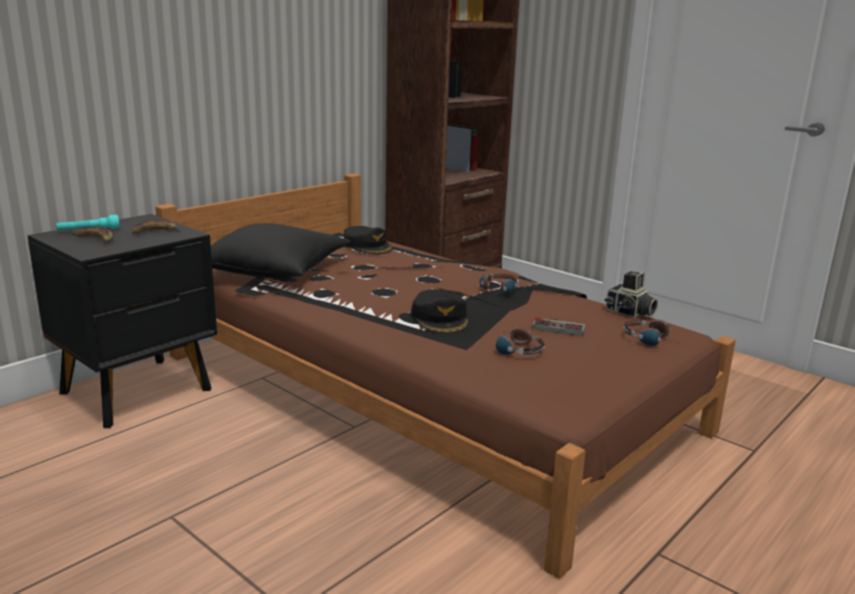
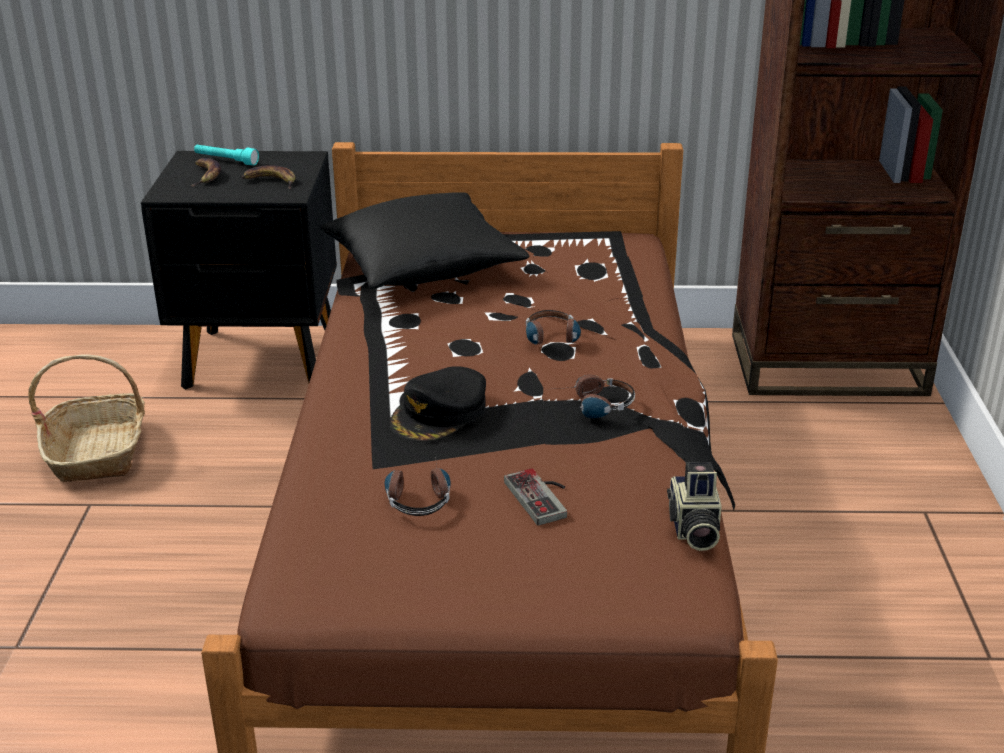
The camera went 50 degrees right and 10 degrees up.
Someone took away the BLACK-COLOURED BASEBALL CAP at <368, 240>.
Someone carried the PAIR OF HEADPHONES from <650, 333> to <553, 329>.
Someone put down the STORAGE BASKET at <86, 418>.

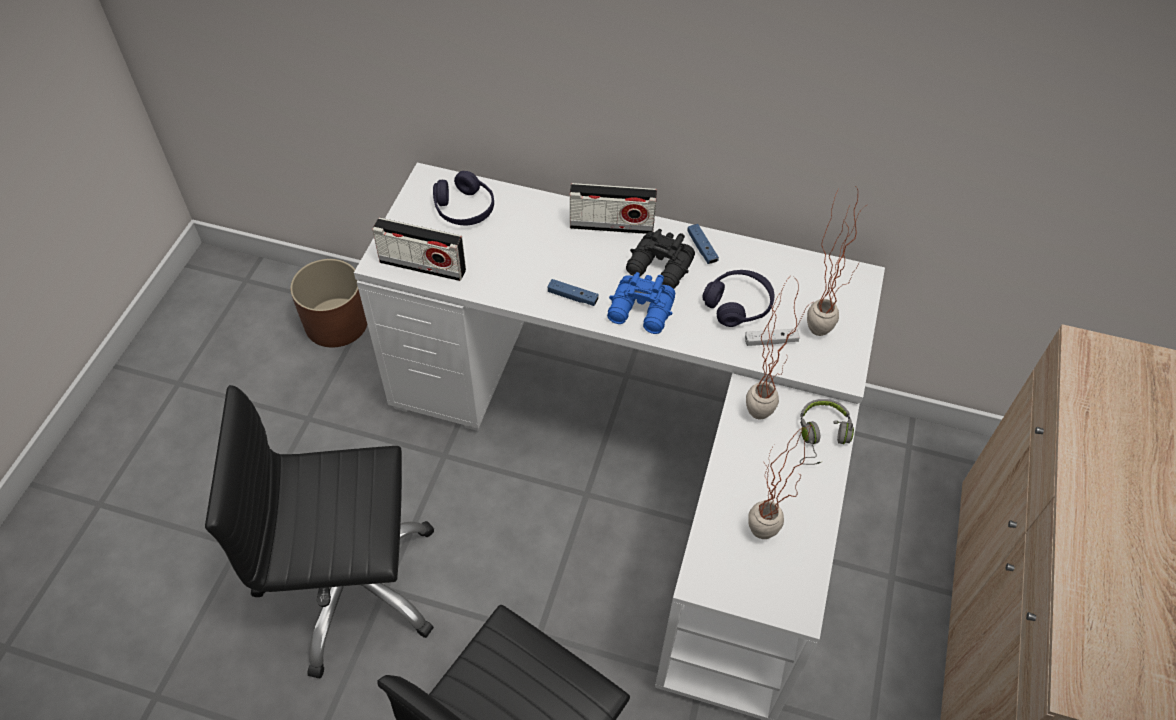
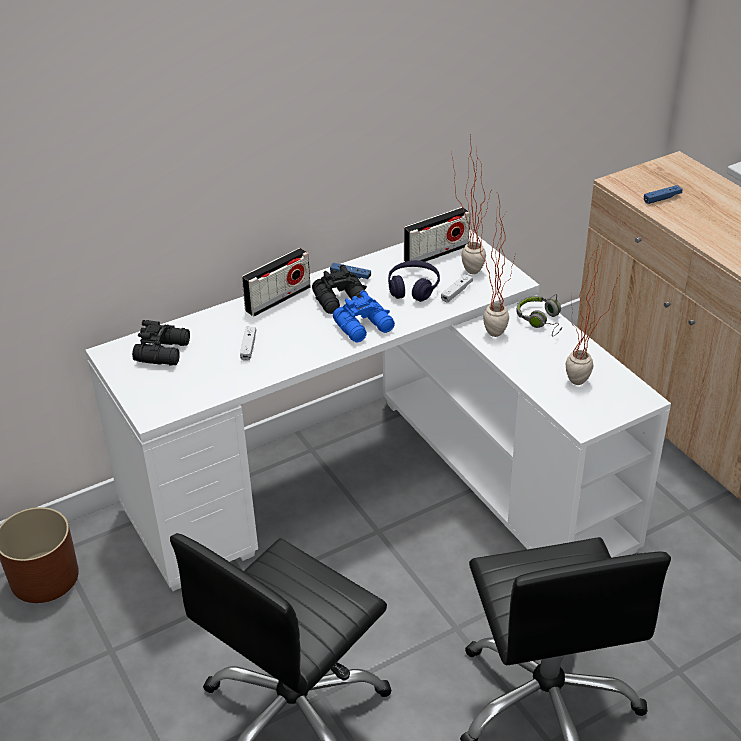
The camera went 45 degrees left and 15 degrees down.
Someone carried the RADIO RECEIVER from <419, 249> to <437, 234>.
Someone swapped the PURPLISH PAIR OF HEADPHONES at <463, 198> for the BLACK-COLOURED BINOCULARS at <161, 343>.
Someone carried the BLUE-COLOURED JOYPAD from <572, 292> to <663, 194>.
Someone put down the WHITE-COLOURED JOYPAD at <248, 344>.

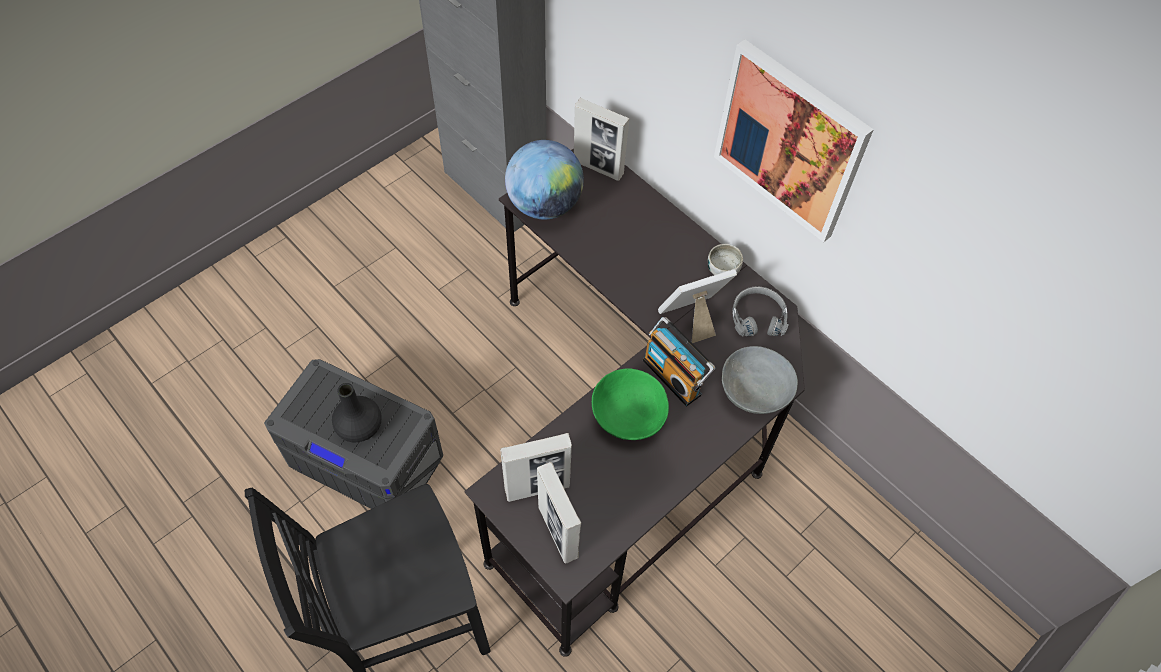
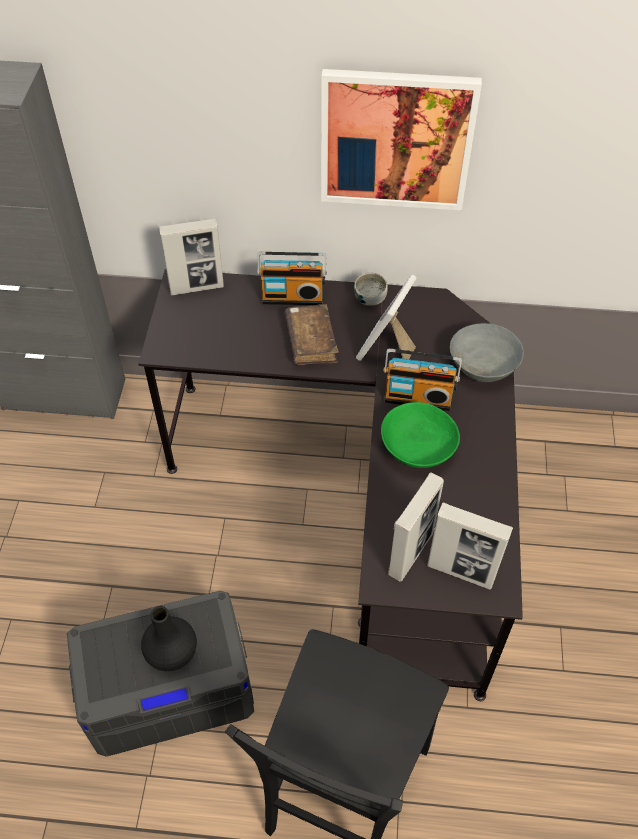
The camera went 40 degrees left and 5 degrees down.
Someone took away the GLOBE at <544, 179>.
Someone took away the GREYISH PAIR OF HEADPHONES at <760, 311>.
Someone put down the RADIO RECEIVER at <292, 278>.
Someone put down the BROWN-COLOURED VOLUME at <311, 334>.

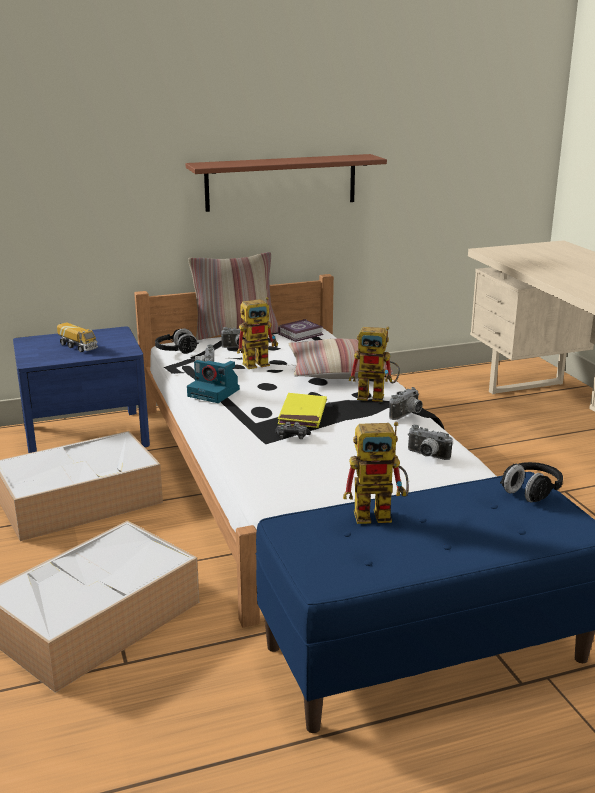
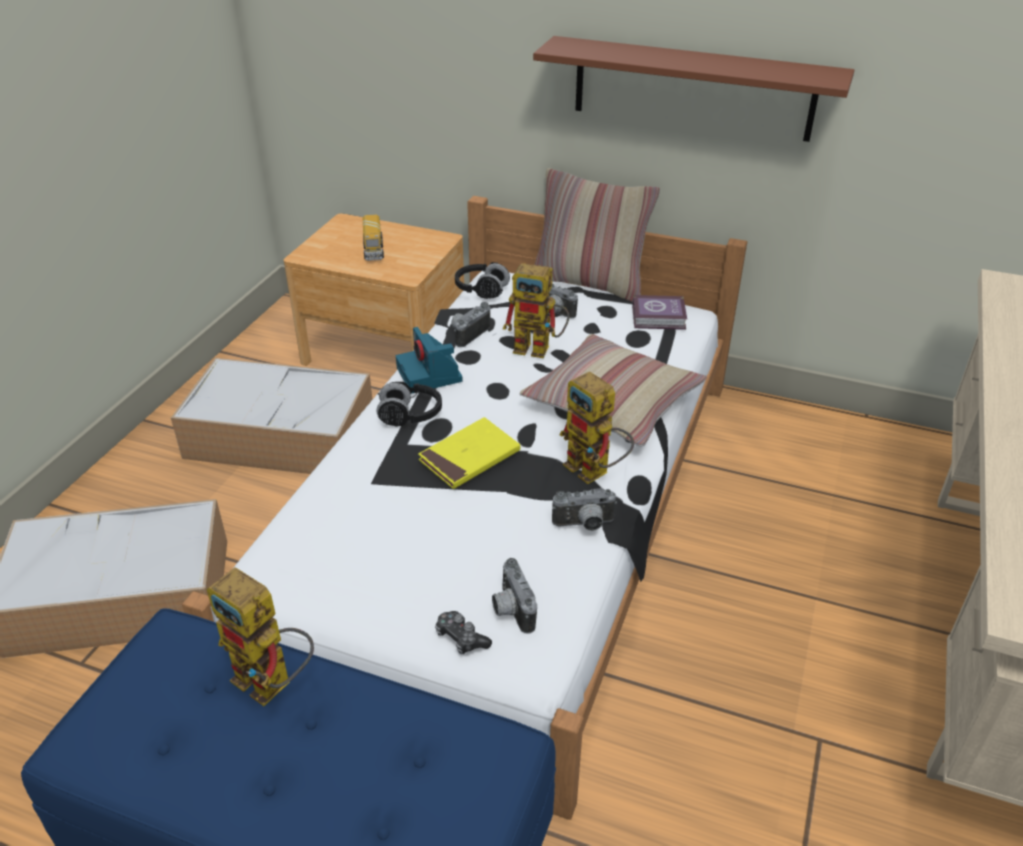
The camera went 40 degrees right and 15 degrees up.
Someone repainted the BLUE-COLOURED NIGHTSTAND at <81, 390>, which became the BROWN-COLOURED NIGHTSTAND at <374, 289>.
Someone carried the JOYPAD from <293, 430> to <463, 632>.
Someone carried the BLACK-COLOURED PAIR OF HEADPHONES from <531, 482> to <409, 404>.

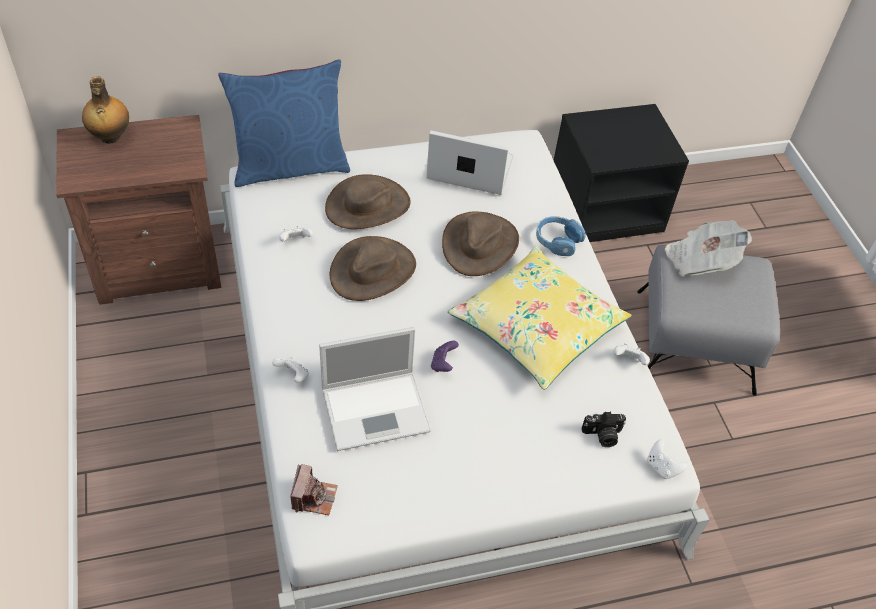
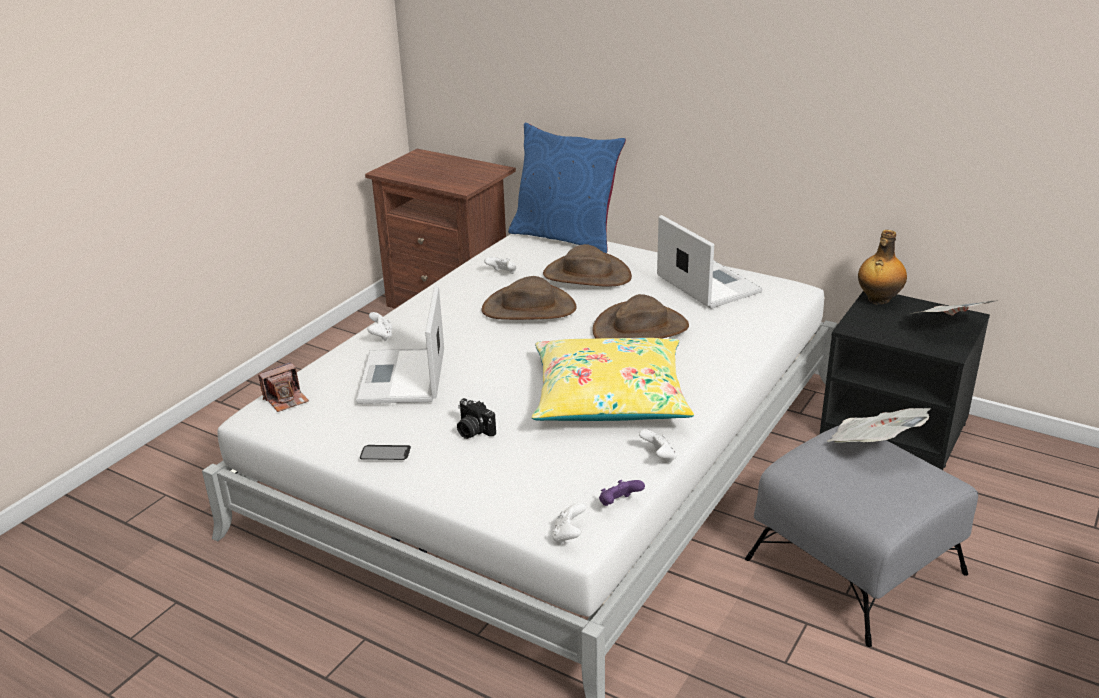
The camera went 50 degrees right and 20 degrees down.
Someone carried the DRINK BOTTLE from <105, 110> to <882, 267>.
Someone rotated the LAPTOP at <375, 389> by 60 degrees clockwise.
Someone carried the PURPLISH JOYPAD from <445, 356> to <622, 493>.
Someone took away the BLUE-COLOURED PAIR OF HEADPHONES at <561, 236>.
Someone carried the STILL CAMERA from <604, 429> to <476, 418>.
Someone put down the PHONE at <385, 452>.
Someone put down the NEWSPAPER at <952, 308>.

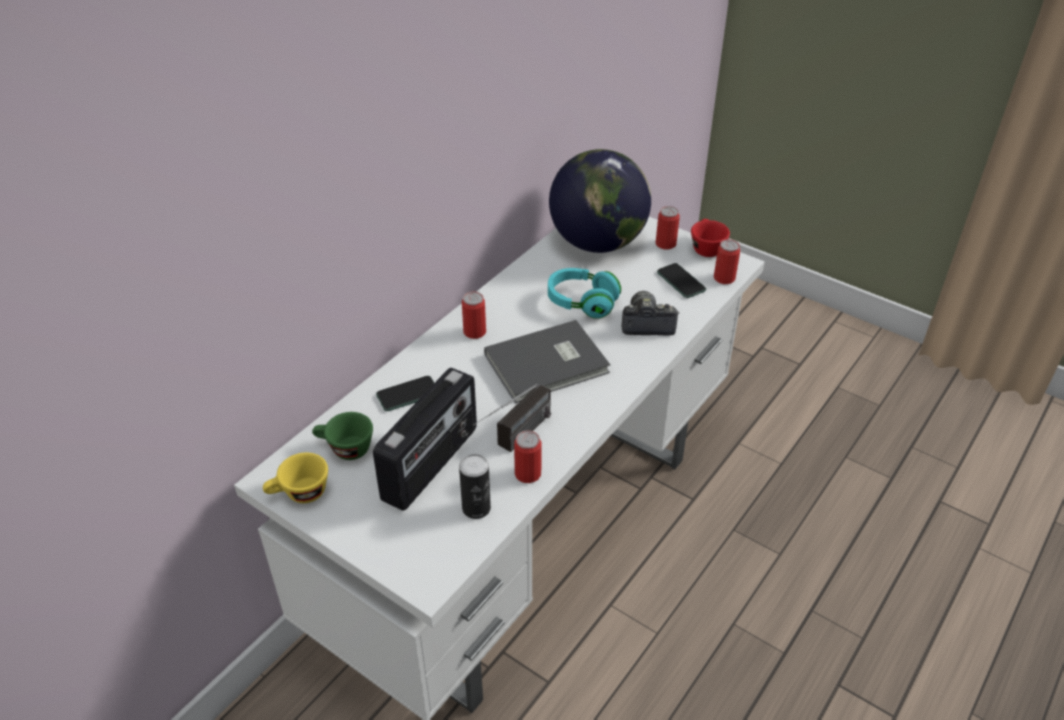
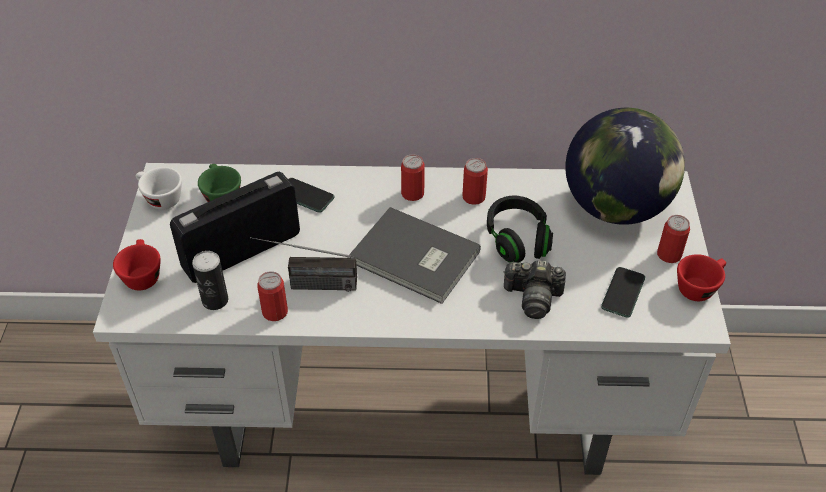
The camera went 55 degrees right and 5 degrees up.
Someone repainted the YELLOW-COLOURED SMALL CUP at <295, 478>, which became the WHITE-COLOURED SMALL CUP at <159, 188>.
Someone rotated the RADIO RECEIVER at <425, 439> by 150 degrees clockwise.
Someone repainted the BLUE-GREEN PAIR OF HEADPHONES at <584, 293>, which became the BLACK-COLOURED PAIR OF HEADPHONES at <520, 229>.
Someone rotated the STILL CAMERA at <651, 313> by 135 degrees clockwise.
Someone carried the METAL CAN from <727, 261> to <475, 181>.
Someone put down the RED SMALL CUP at <137, 265>.

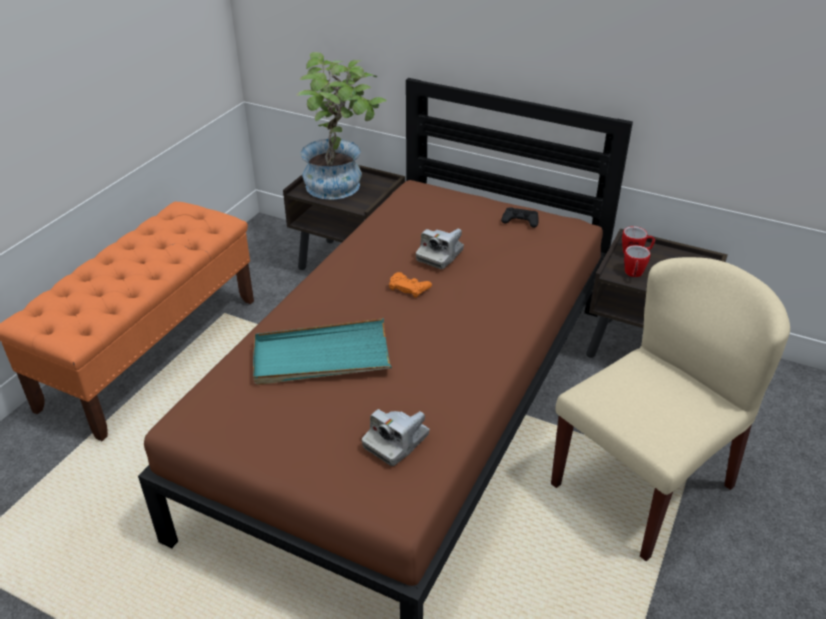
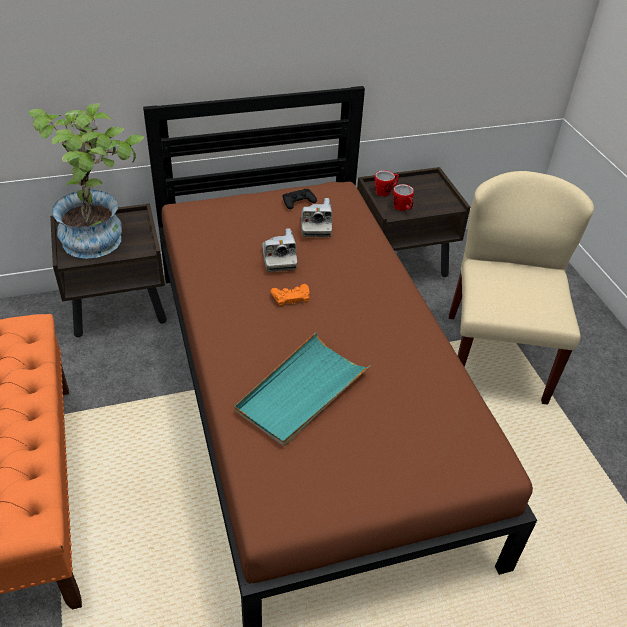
The camera went 45 degrees left and 5 degrees up.
Someone carried the STILL CAMERA from <395, 437> to <316, 217>.

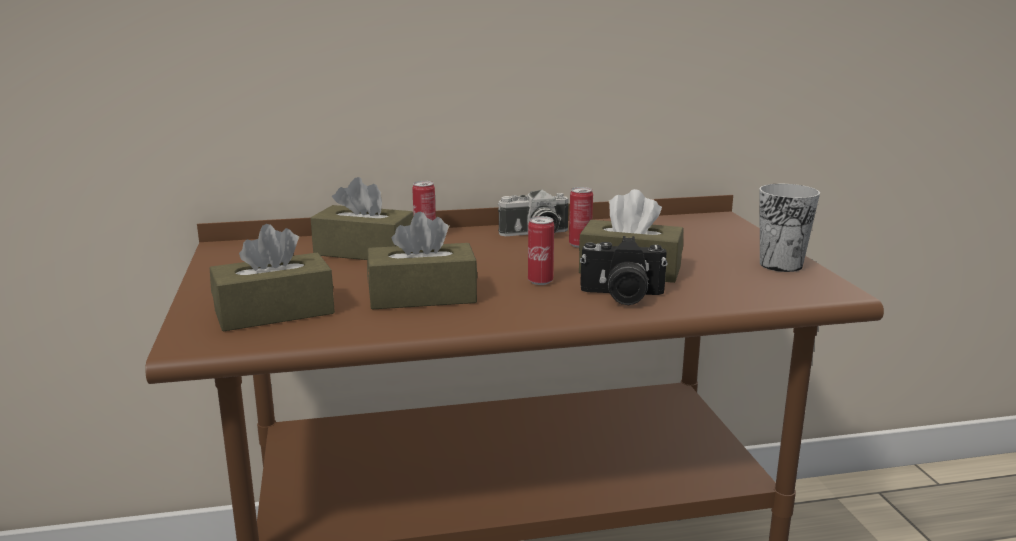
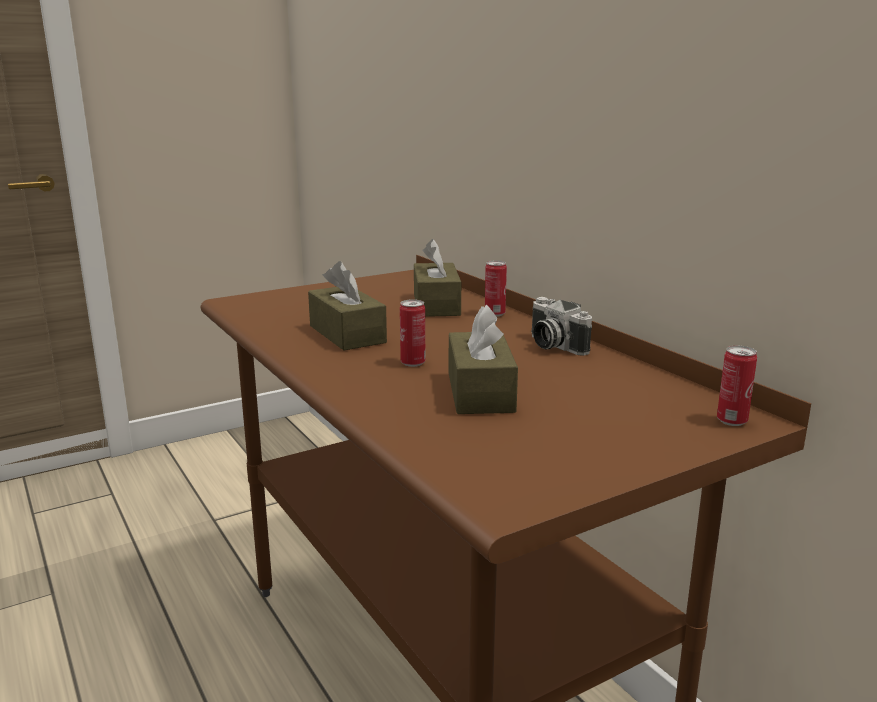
The camera went 70 degrees right and 0 degrees up.
Someone took away the BROWN-COLOURED TISSUE HOLDER at <272, 278>.
Someone carried the METAL CAN from <581, 217> to <737, 386>.
Someone took away the STILL CAMERA at <624, 270>.
Someone took away the SMALL CUP at <789, 228>.

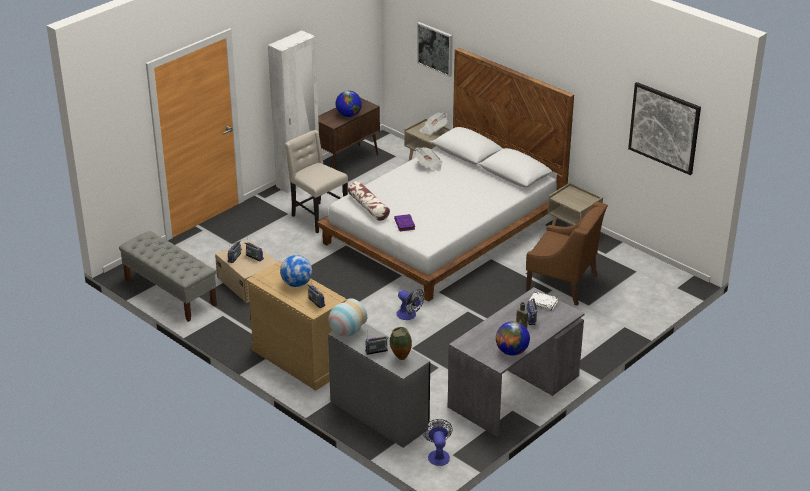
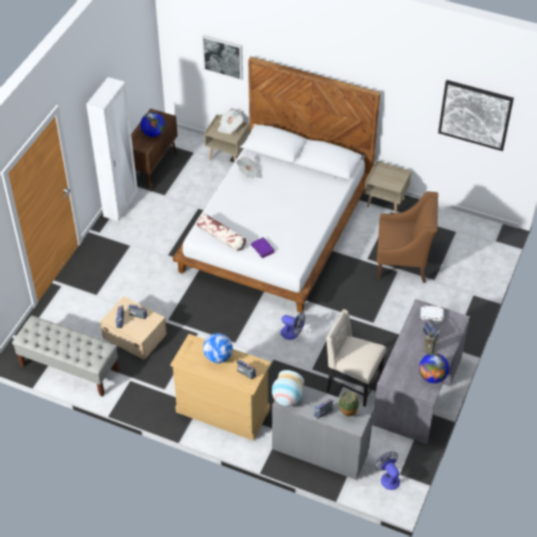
The camera went 20 degrees left and 15 degrees up.
Someone carried the BEIGE-COLOURED PLAIN CHAIR from <316, 181> to <356, 358>.

